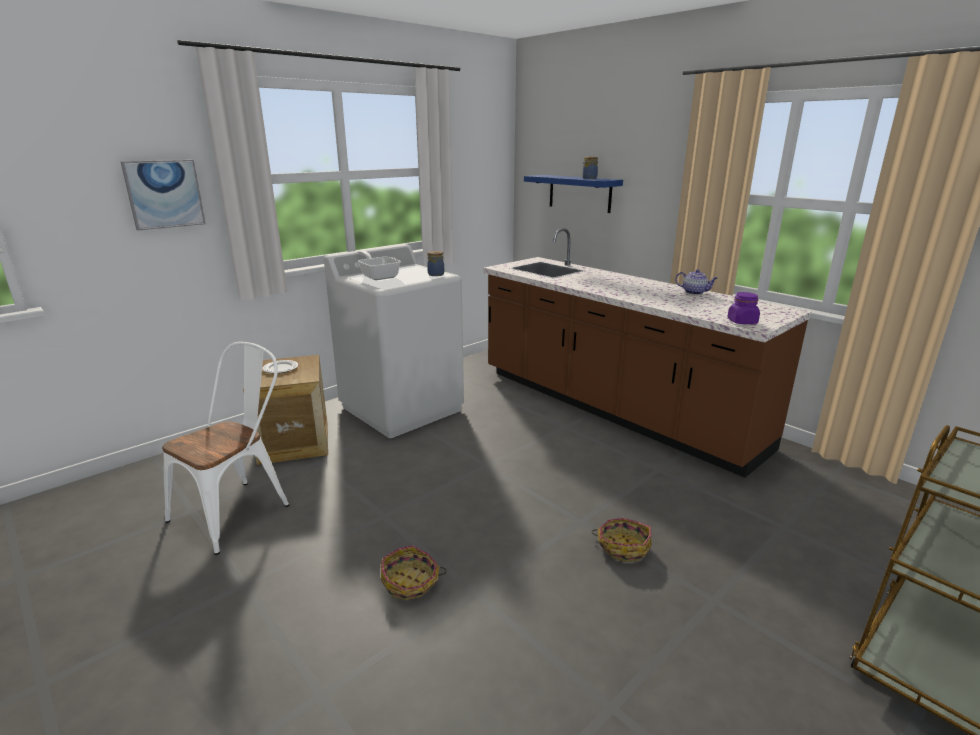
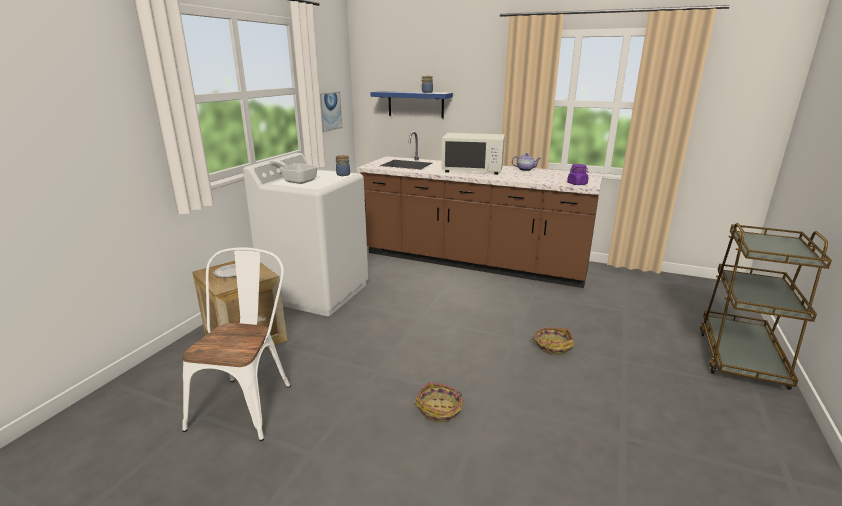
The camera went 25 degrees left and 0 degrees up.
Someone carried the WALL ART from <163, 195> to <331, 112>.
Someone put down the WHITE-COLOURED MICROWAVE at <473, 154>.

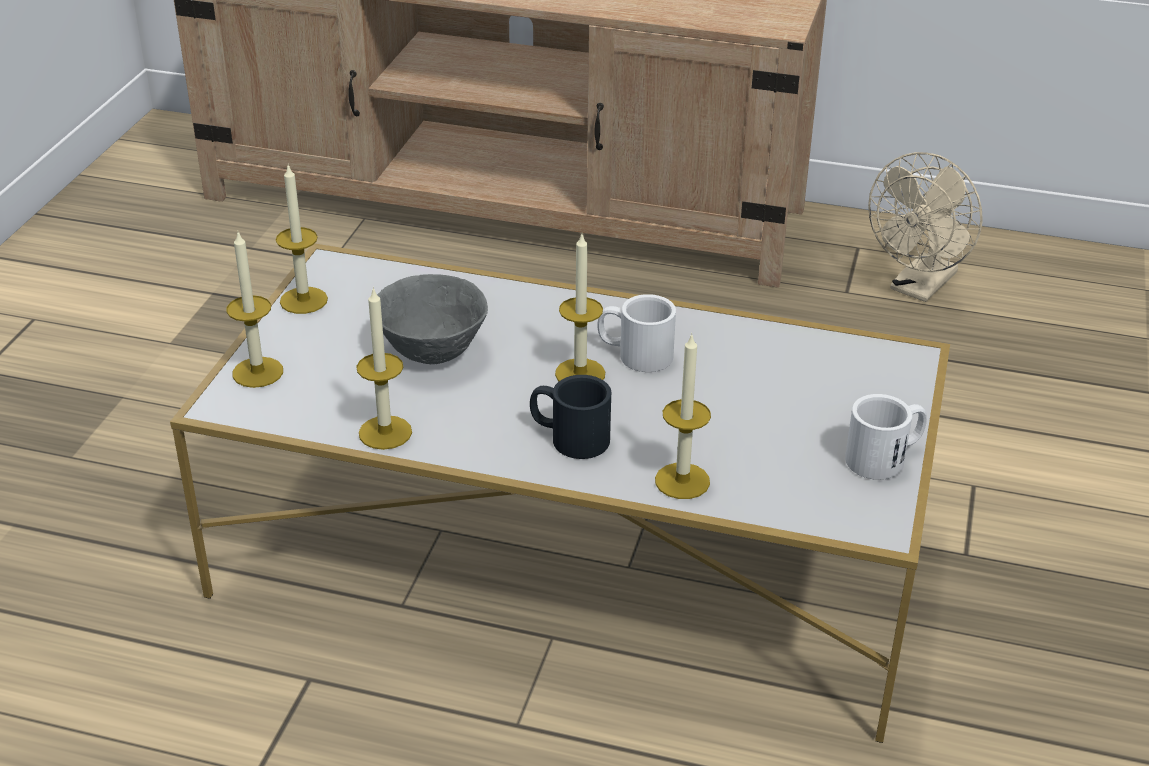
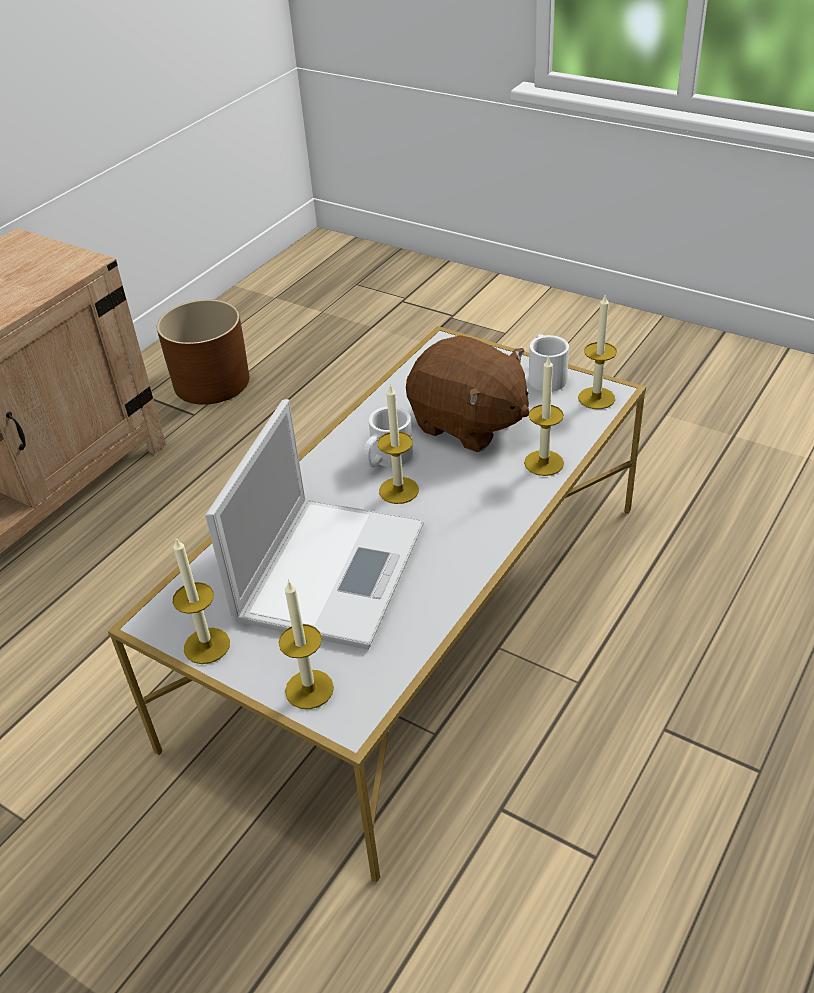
The camera went 70 degrees left and 5 degrees up.
Someone carried the WAX LIGHT from <384, 368> to <597, 352>.
Someone swapped the GREYISH BOWL at <432, 319> for the LAPTOP at <314, 524>.
Someone took away the BLACK-COLOURED COFFEE MUG at <571, 417>.
Someone swapped the BEIGE-COLOURED ELECTRIC FAN at <925, 227> for the BROWN-COLOURED PLANTER at <203, 352>.
Someone put down the BROWN-COLOURED SOFT TOY at <467, 393>.

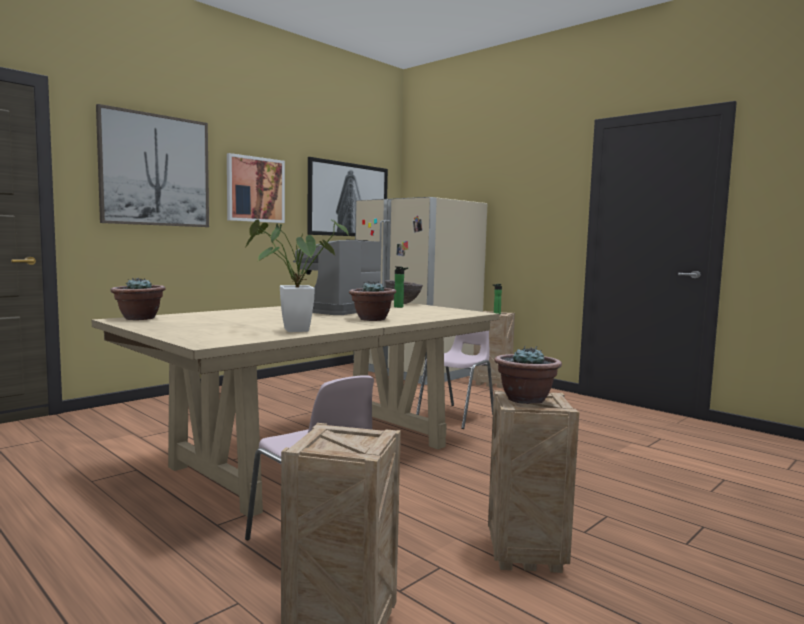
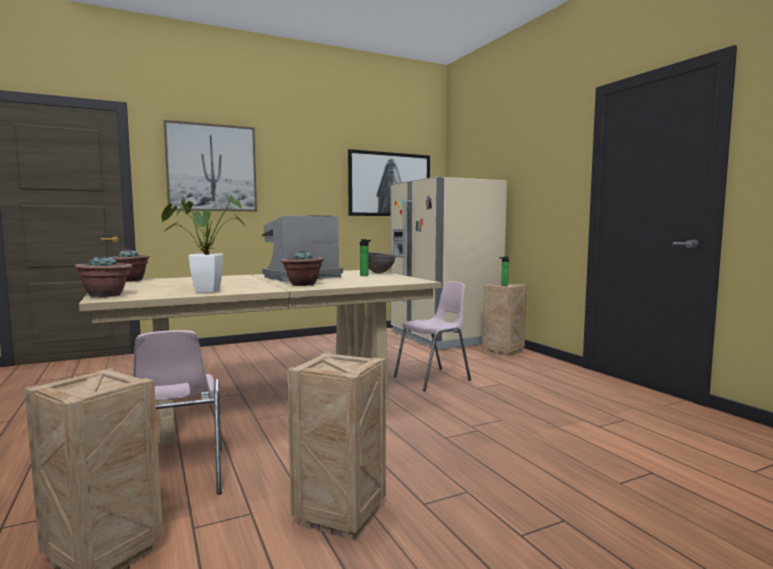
The camera went 20 degrees right and 0 degrees up.
Someone took away the WALL ART at <256, 188>.
Someone carried the HOUSEPLANT from <528, 375> to <103, 276>.

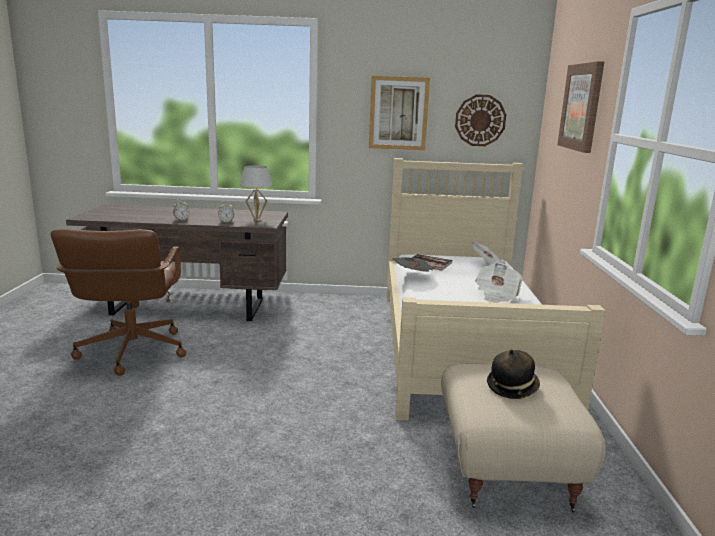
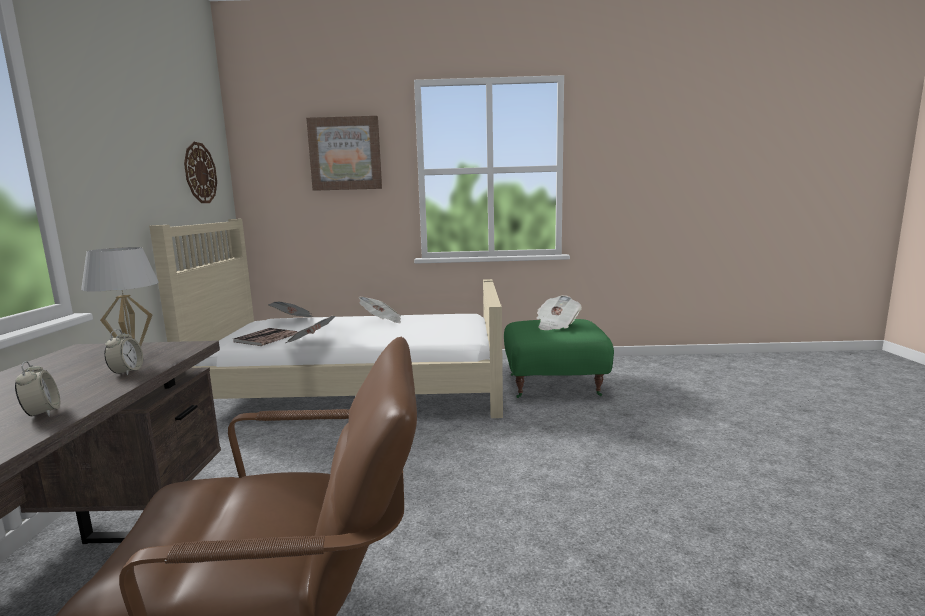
The camera went 90 degrees left and 5 degrees down.
Someone took away the WALL ART at <399, 113>.
Someone repainted the BEIGE-COLOURED OTTOMAN at <523, 438>, which became the GREENISH OTTOMAN at <559, 358>.
Someone swapped the CLOTHING HAT at <513, 374> for the NEWSPAPER at <559, 312>.

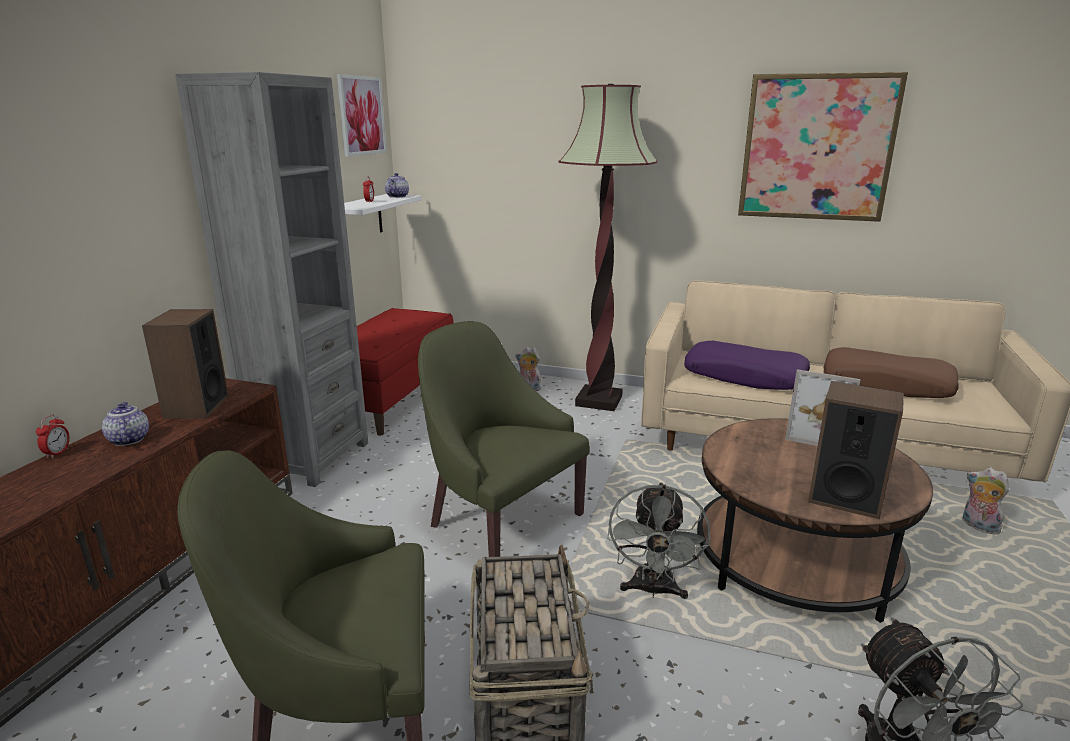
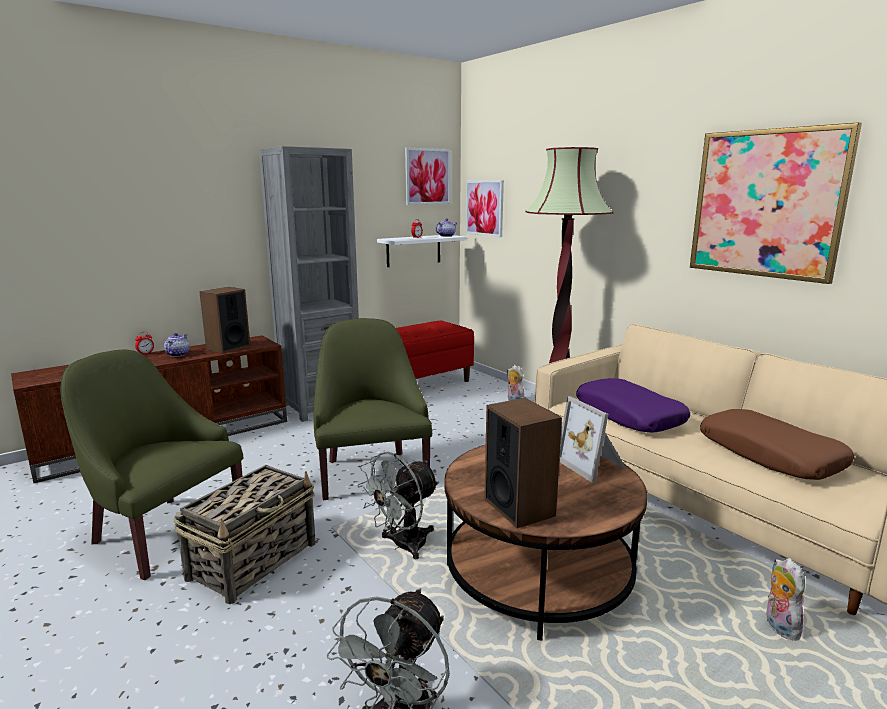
The camera went 35 degrees right and 5 degrees down.
Someone put up the WALL ART at <485, 208>.

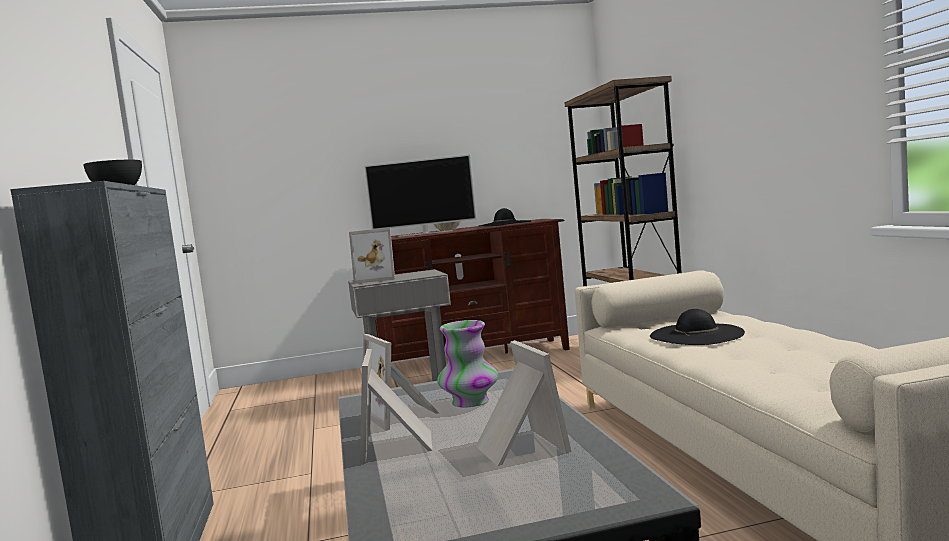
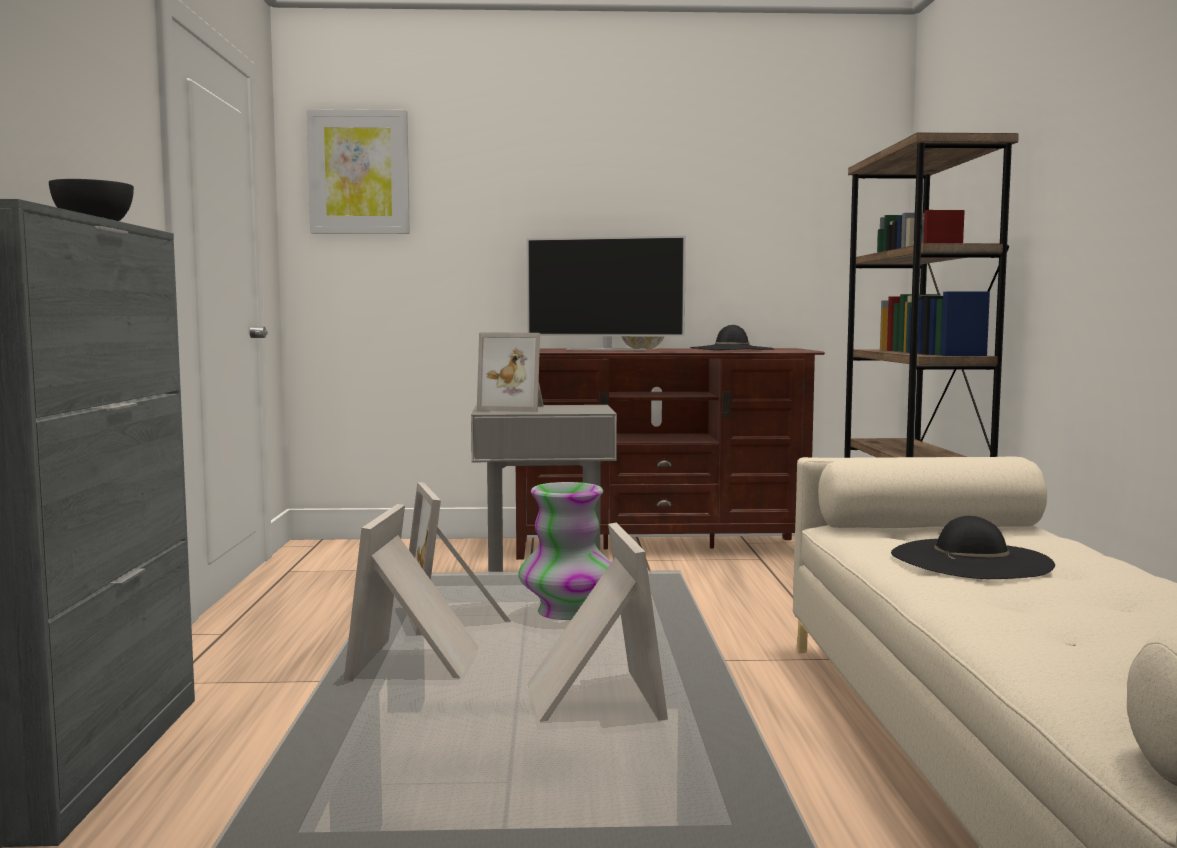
The camera went 10 degrees right and 0 degrees up.
Someone put up the WALL ART at <358, 171>.

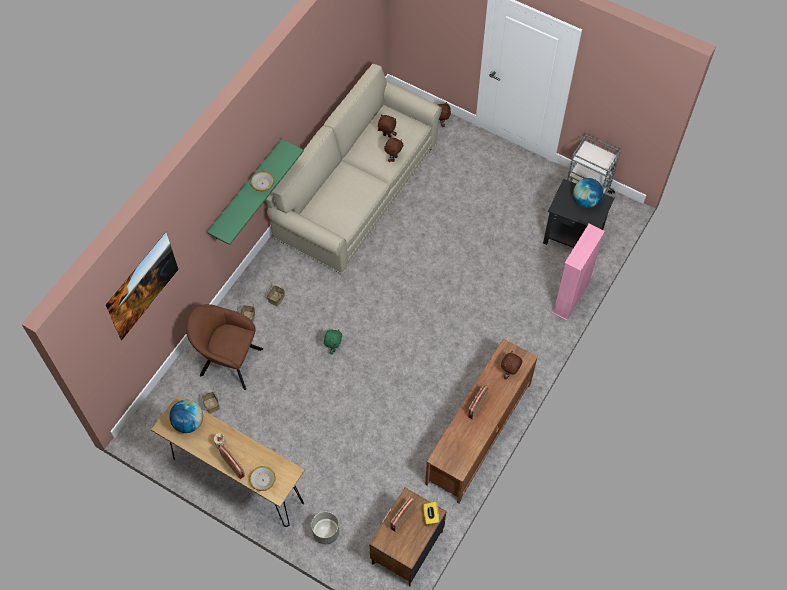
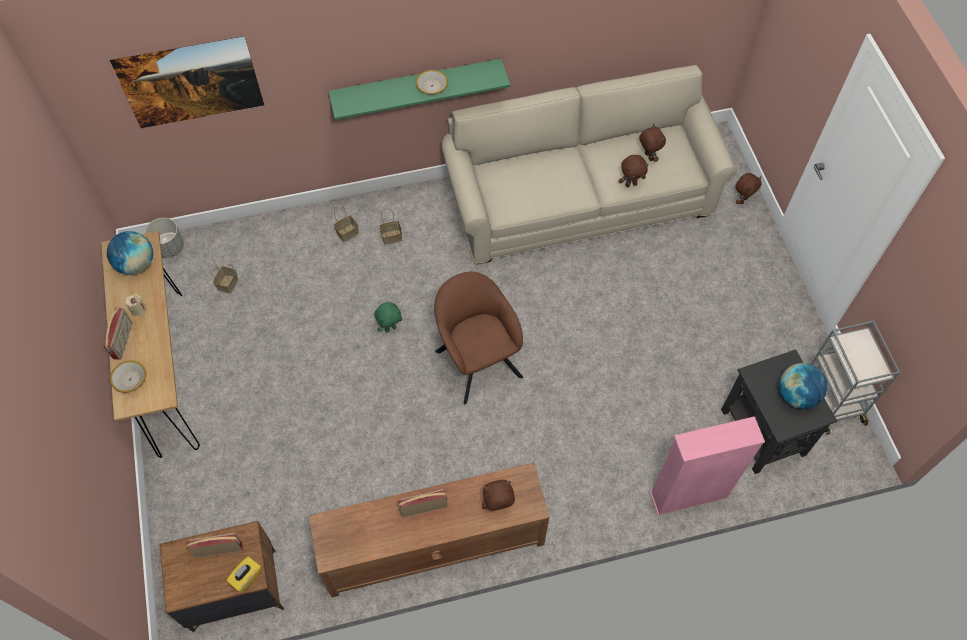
The camera went 45 degrees right and 0 degrees up.
Someone carried the BROWN-COLOURED ARMCHAIR from <224, 347> to <478, 338>.
Someone carried the GREYISH PLANTER from <325, 528> to <164, 238>.

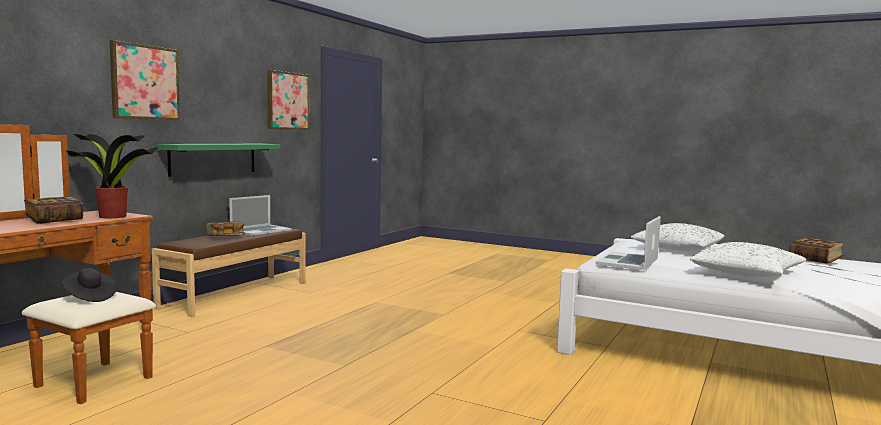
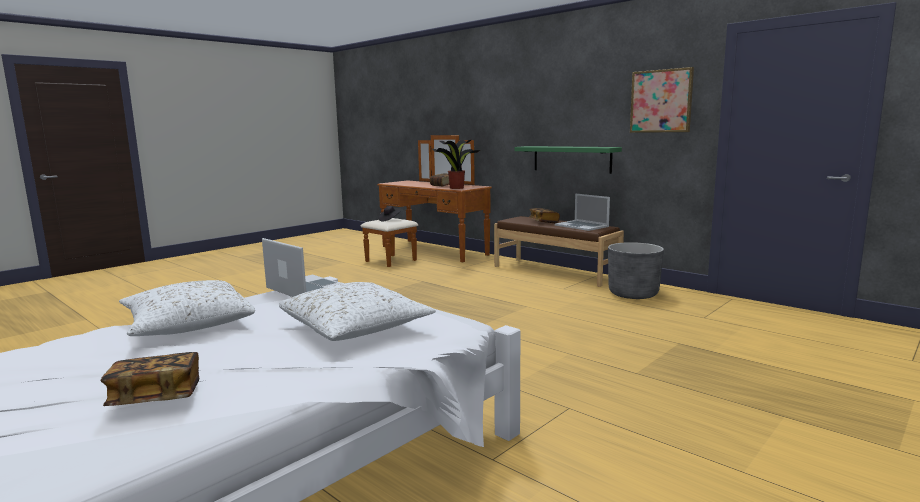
The camera went 105 degrees right and 5 degrees up.
Someone took away the WALL ART at <145, 80>.
Someone put down the GREYISH PLANTER at <636, 270>.

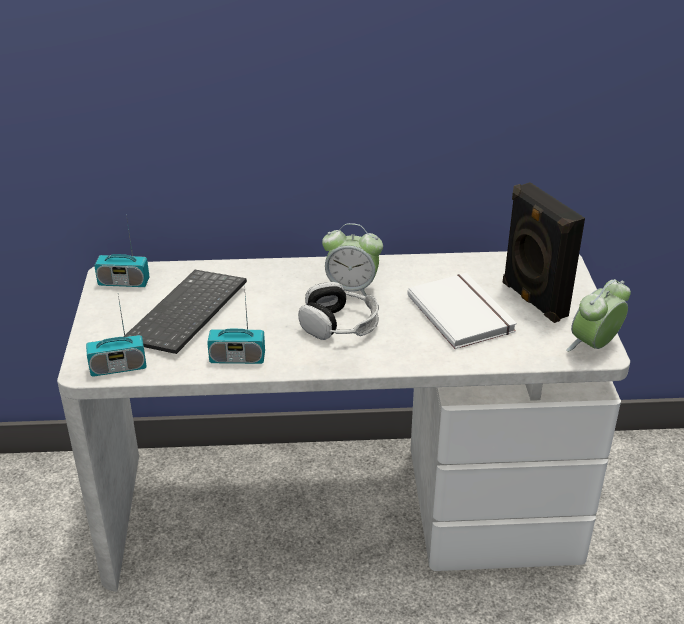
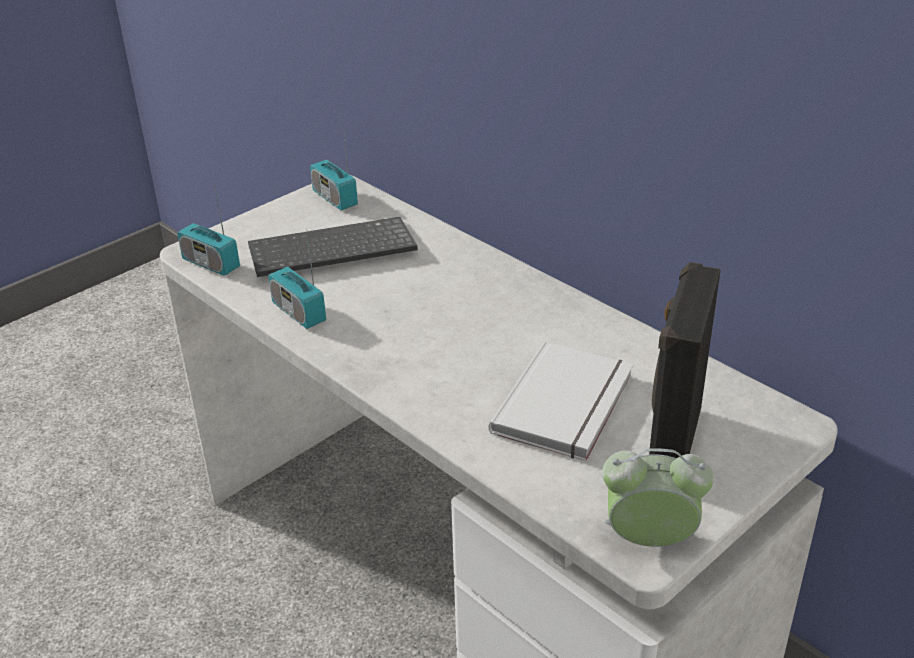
The camera went 50 degrees right and 0 degrees up.
Someone took away the PAIR OF HEADPHONES at <338, 311>.
Someone took away the TABLE CLOCK at <352, 259>.

